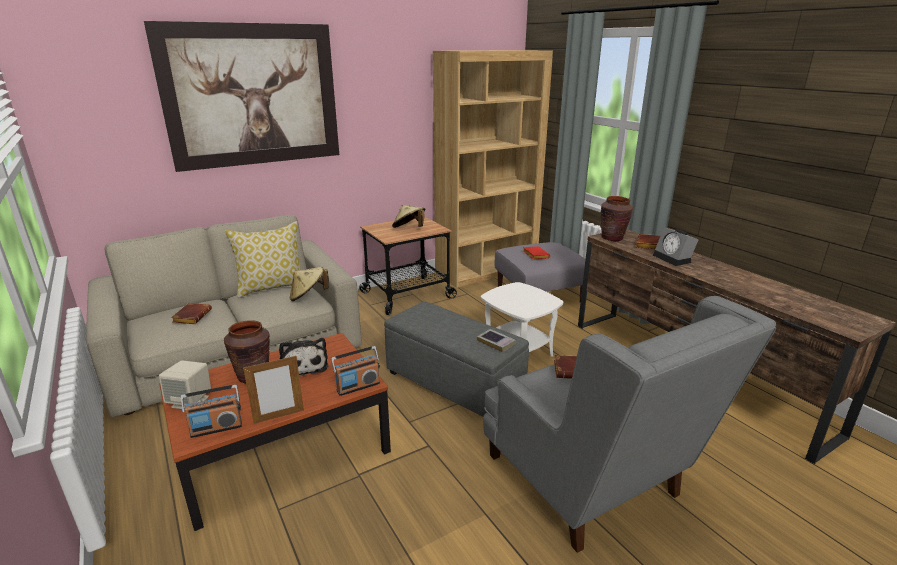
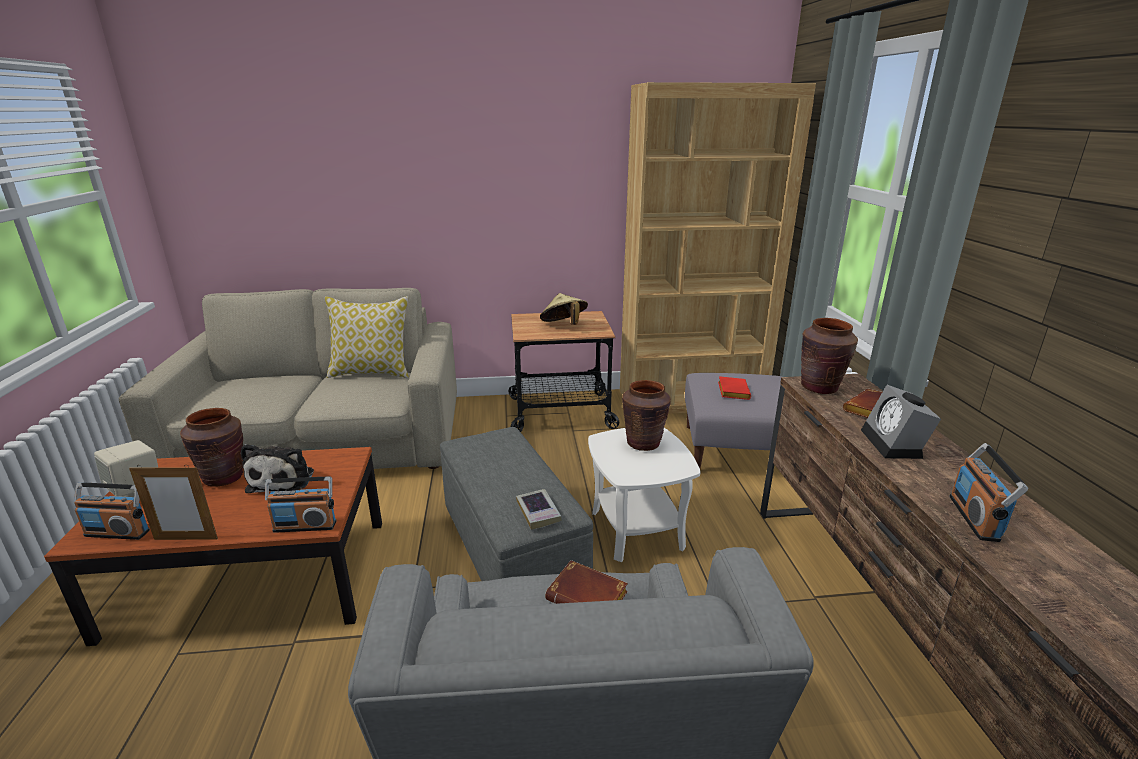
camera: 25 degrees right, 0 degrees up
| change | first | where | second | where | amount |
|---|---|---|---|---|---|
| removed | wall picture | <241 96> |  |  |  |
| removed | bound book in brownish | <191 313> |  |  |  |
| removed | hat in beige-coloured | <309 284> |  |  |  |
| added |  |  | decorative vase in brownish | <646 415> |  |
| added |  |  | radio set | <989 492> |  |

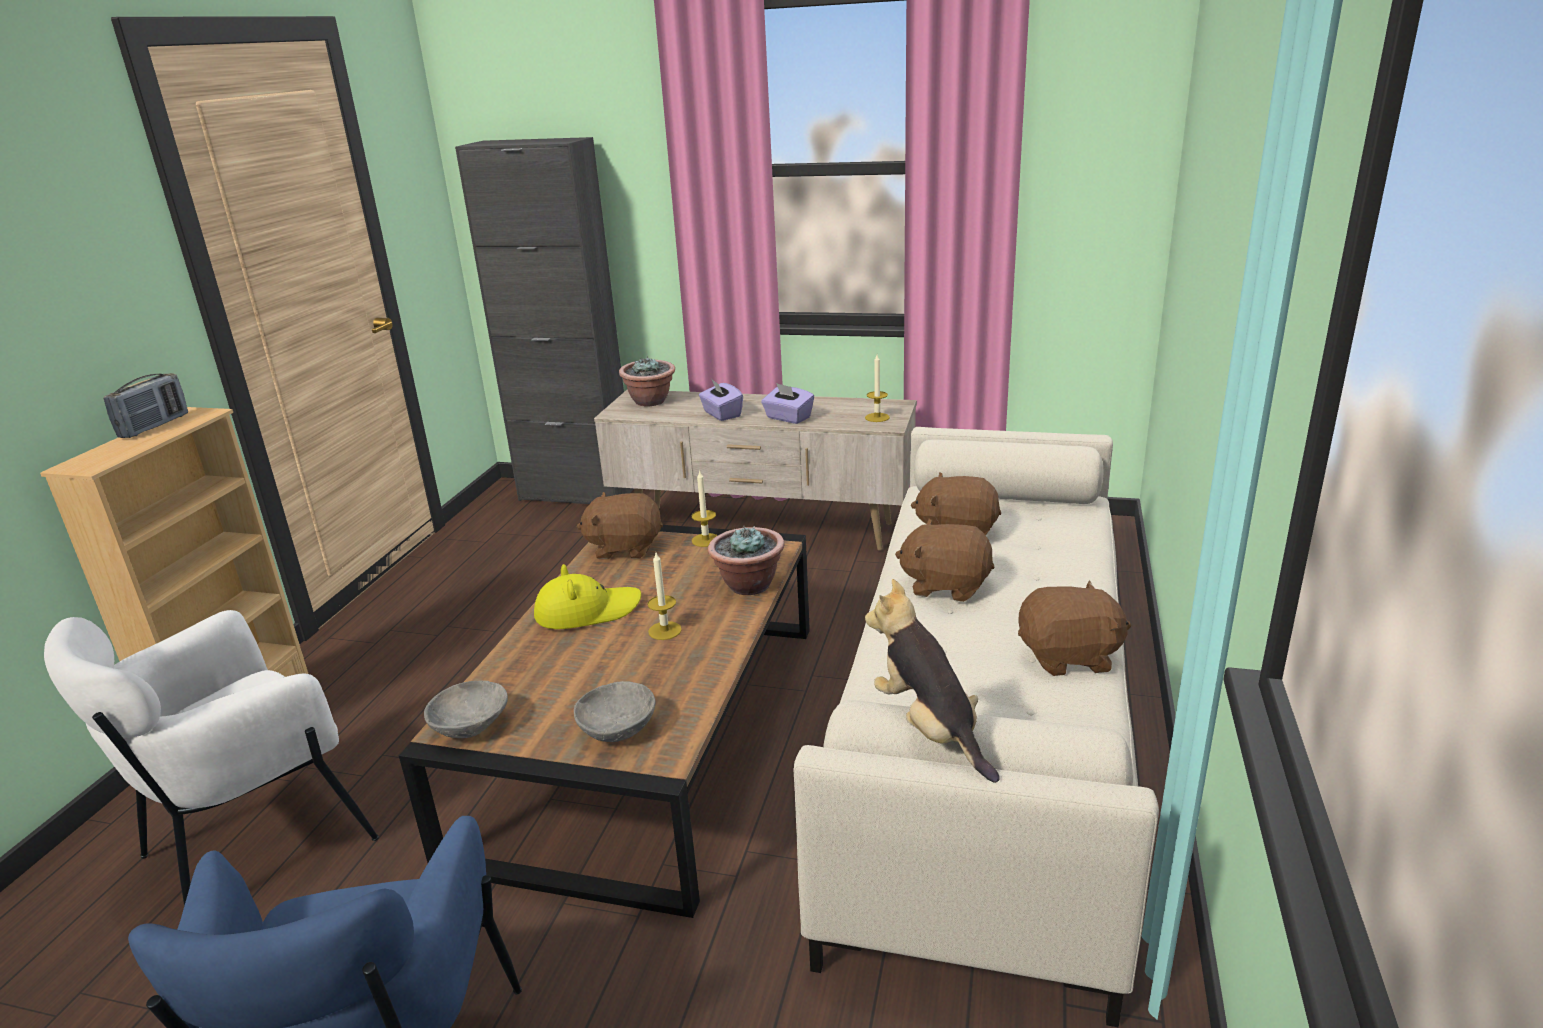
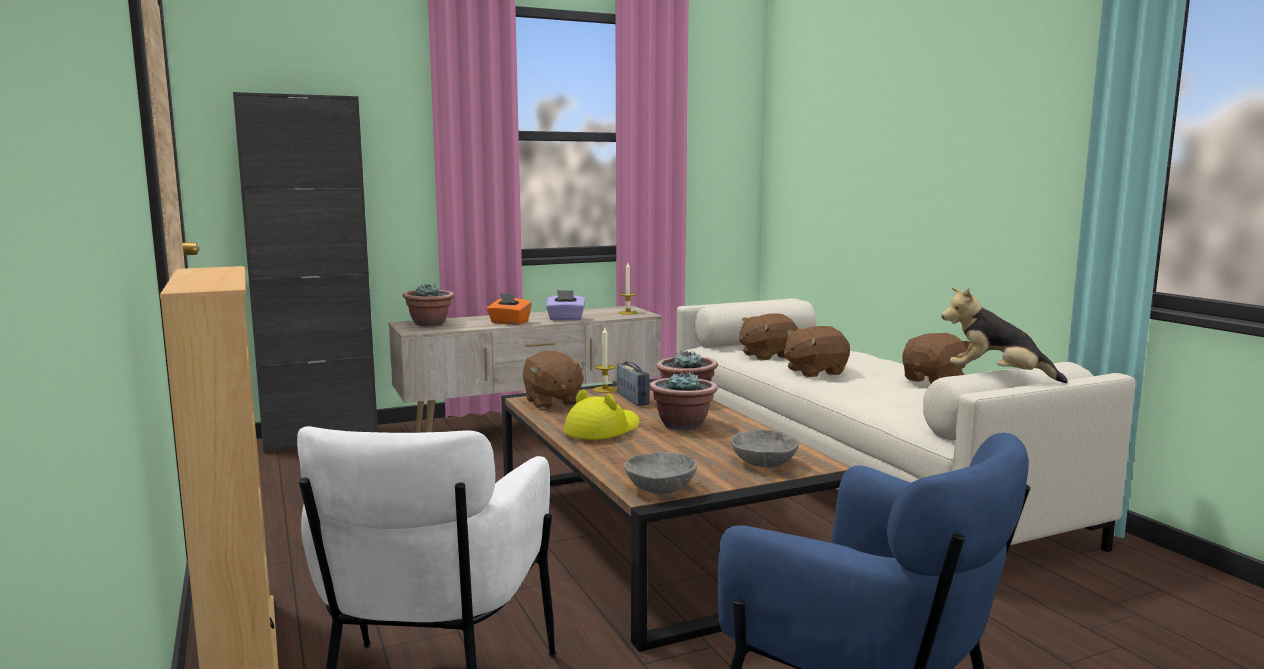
camera: 40 degrees left, 15 degrees down
| change | first | where | second | where | amount |
|---|---|---|---|---|---|
| moved | radio set | <145 405> |  | <633 384> |  |
| replaced | wax candle | <664 596> | potted plant | <683 400> |  |
| recoloured | box of tissues in purplish | <721 400> | box of tissues in orange-coloured | <509 309> |  |
| turned | soft toy in brownish | <620 525> |  | <554 380> | 75 degrees counterclockwise |

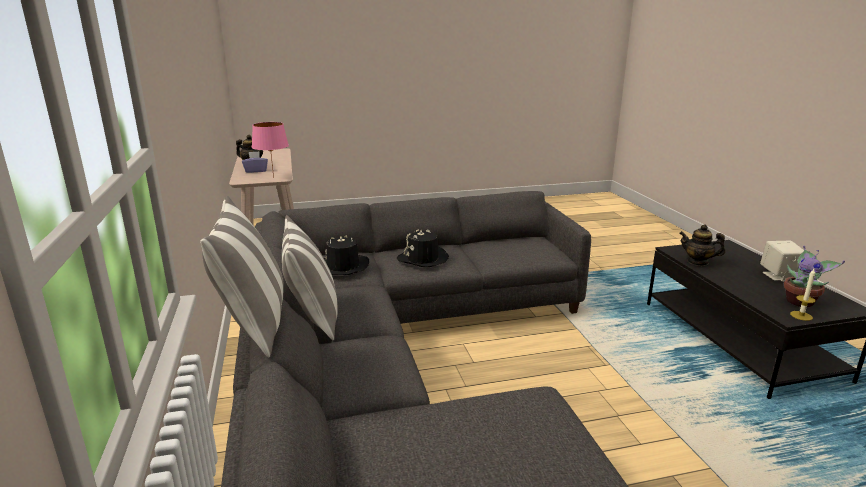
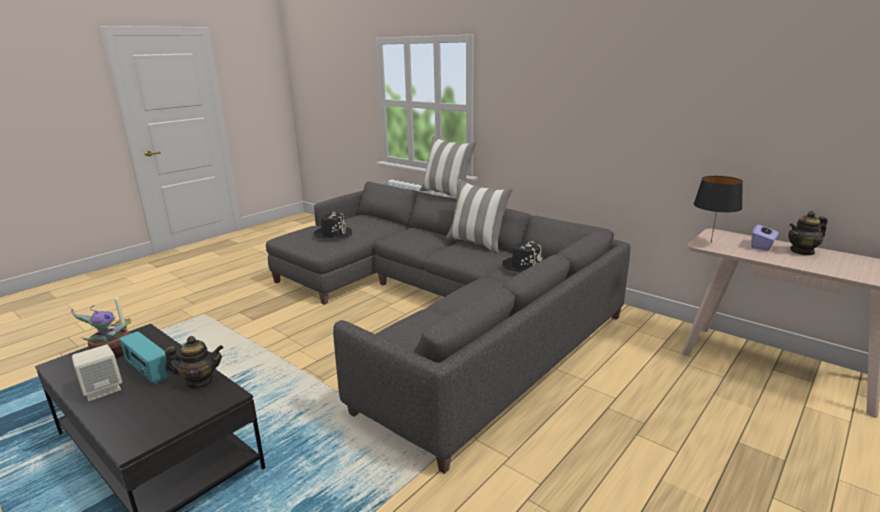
camera: 145 degrees right, 0 degrees up
| change | first | where | second | where | amount |
|---|---|---|---|---|---|
| added |  |  | radio set | <144 357> |  |
| moved | hat in blackish | <423 248> |  | <332 225> |  |
| recoloured | lamp for a table in pinkish | <270 150> | lamp for a table in blackish | <718 209> |  |

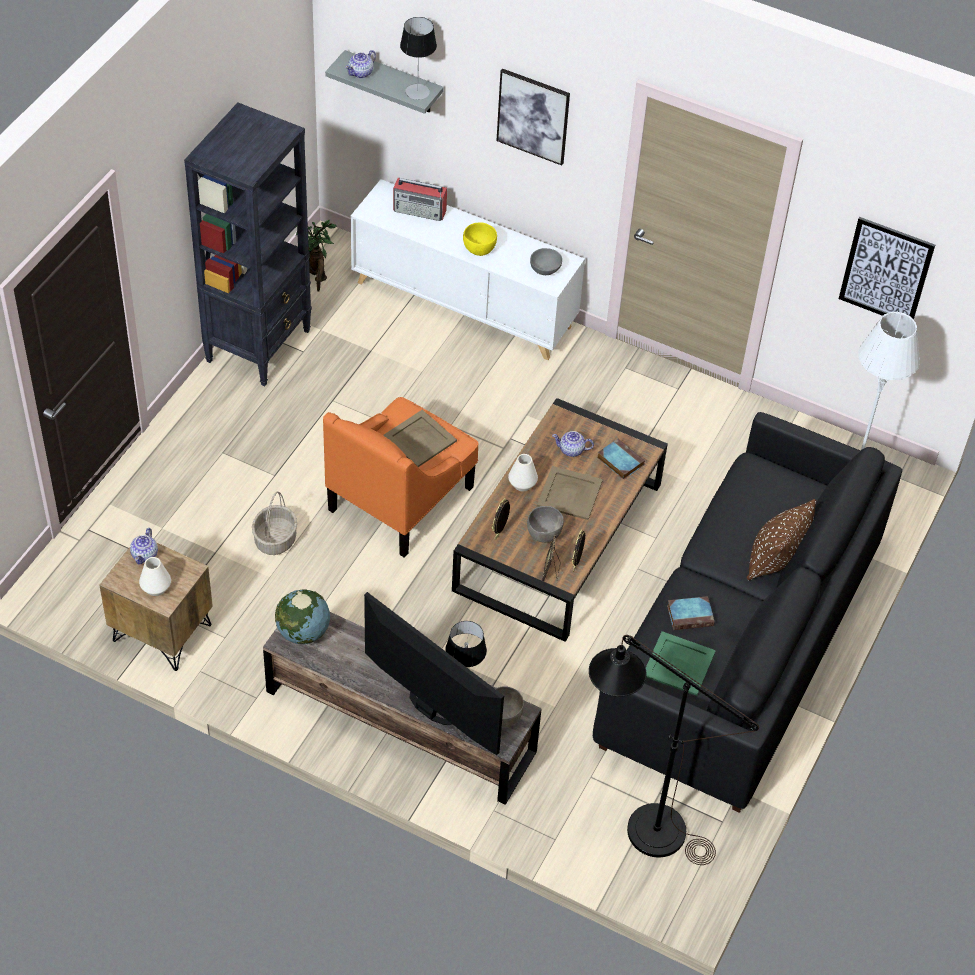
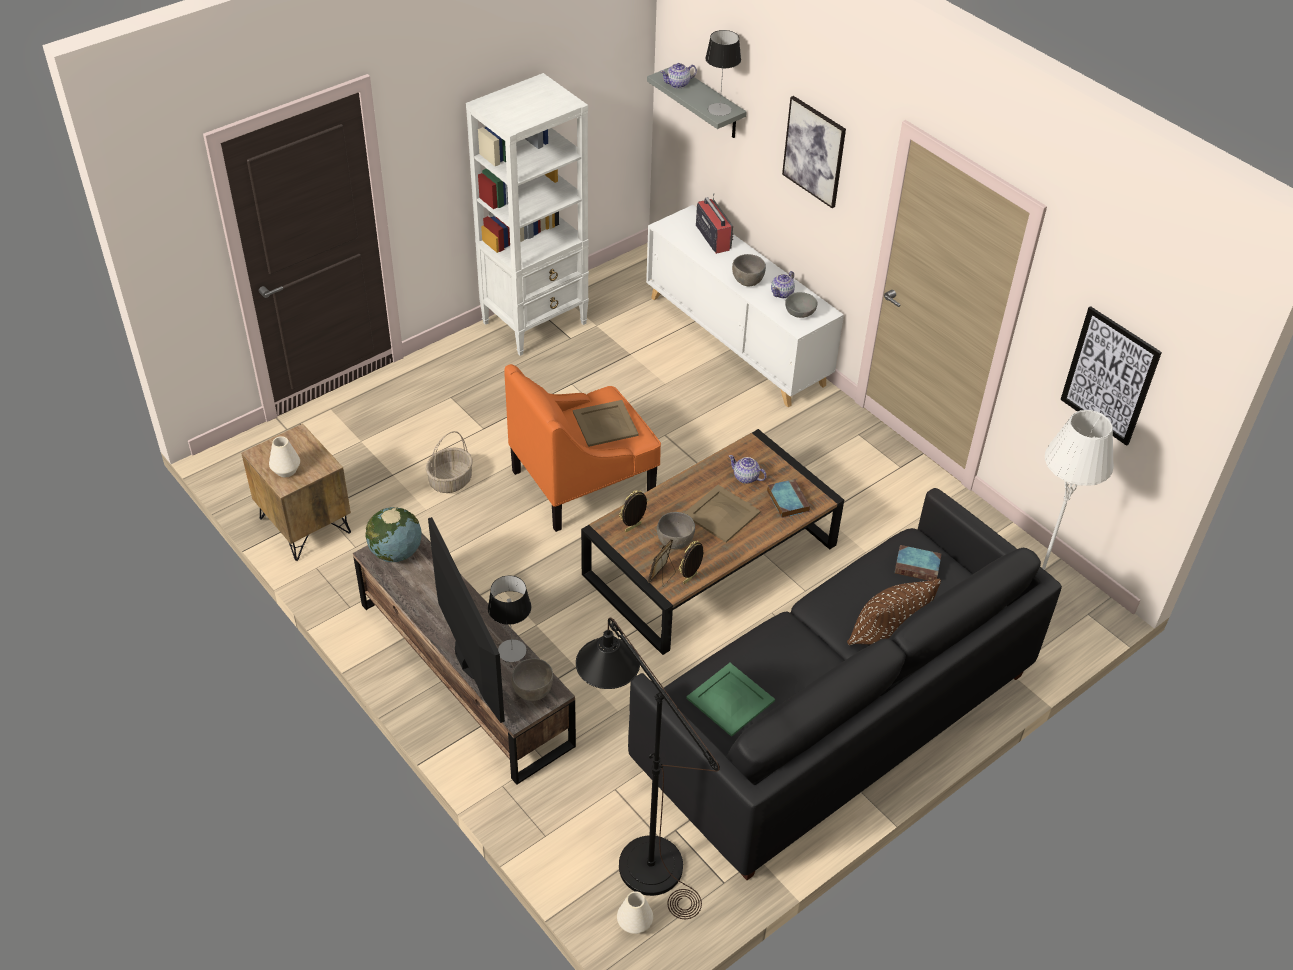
camera: 25 degrees right, 5 degrees down
| change | first | where | second | where | amount |
|---|---|---|---|---|---|
| removed | potted plant | <315 256> |  |  |  |
| moved | pot for tea | <144 546> |  | <783 284> |  |
| moved | decorative vase in white | <523 472> |  | <635 912> |  |
| moved | bound book | <691 613> |  | <918 563> |  |
| recoloured | bookcase in blackish | <248 244> | bookcase in white | <527 214> |  |
| recoloured | deep dish in yellowish | <480 239> | deep dish in grey | <749 270> |  |
| turned | radio set | <420 199> |  | <715 223> | 150 degrees counterclockwise |

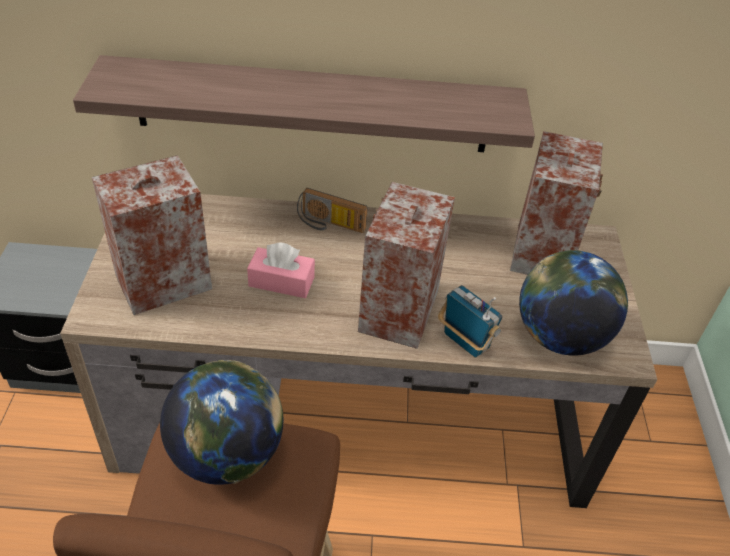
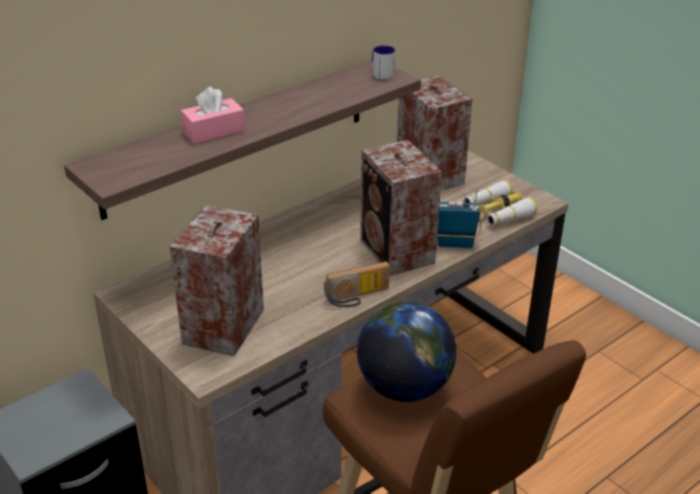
camera: 40 degrees left, 10 degrees down
| change | first | where | second | where | amount |
|---|---|---|---|---|---|
| added |  |  | coffee mug | <383 62> |  |
| moved | box of tissues in pinkish | <281 270> |  | <213 115> |  |
| moved | radio set | <332 210> |  | <357 284> |  |
| replaced | world globe | <573 303> | binoculars | <500 203> |  |

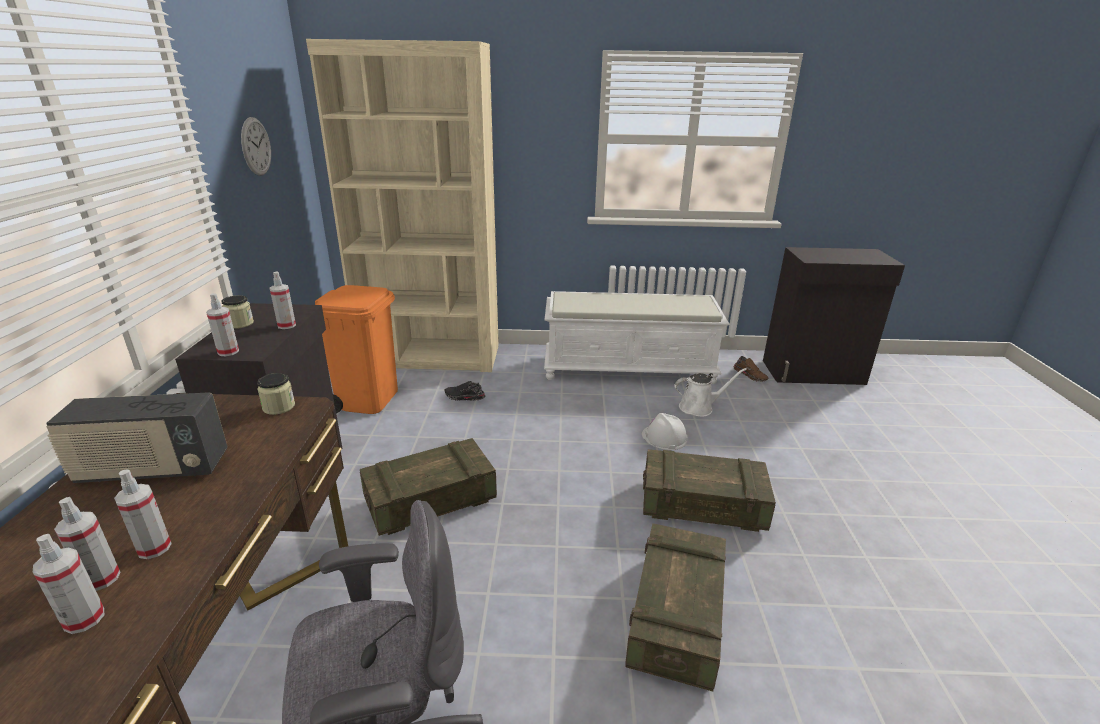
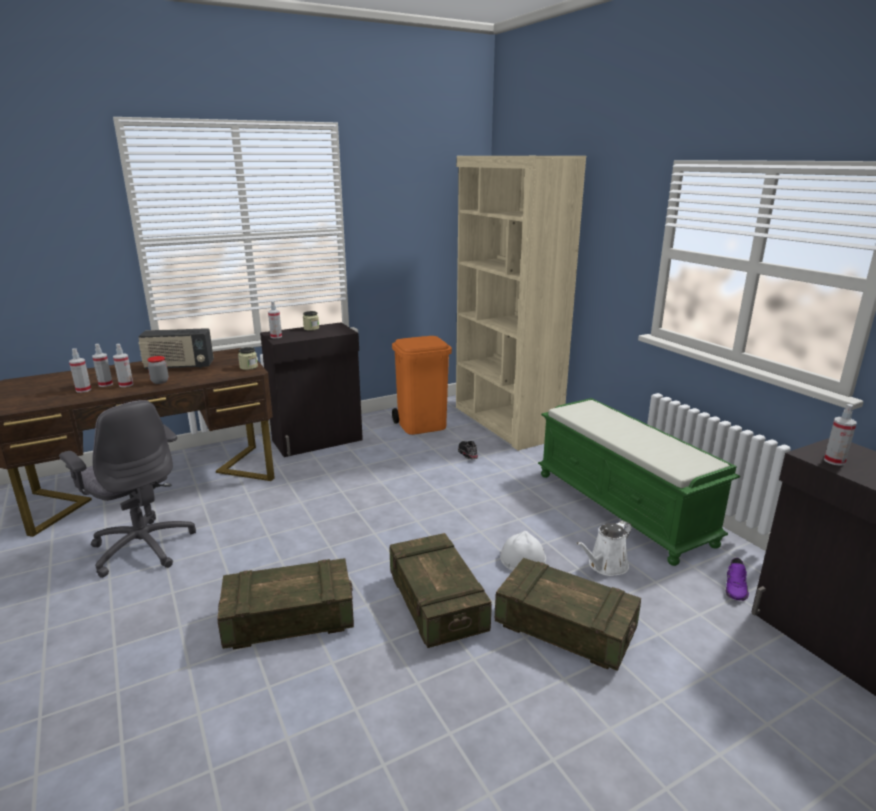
camera: 60 degrees right, 5 degrees down
| change | first | where | second | where | amount |
|---|---|---|---|---|---|
| removed | wall clock | <256 146> |  |  |  |
| added |  |  | preserve jar | <158 370> |  |
| moved | hand sprayer | <283 300> |  | <840 435> |  |
| moved | packing crate | <428 487> |  | <568 614> |  |
| recoloured | indoor bench in white | <637 337> | indoor bench in green-coloured | <639 482> |  |
| recoloured | item of footwear in brownish | <751 369> | item of footwear in purplish | <737 579> |  |
| turned | radio set | <137 437> |  | <176 348> | 60 degrees counterclockwise |
| turned | watering pot in white | <711 392> |  | <604 548> | 90 degrees clockwise |

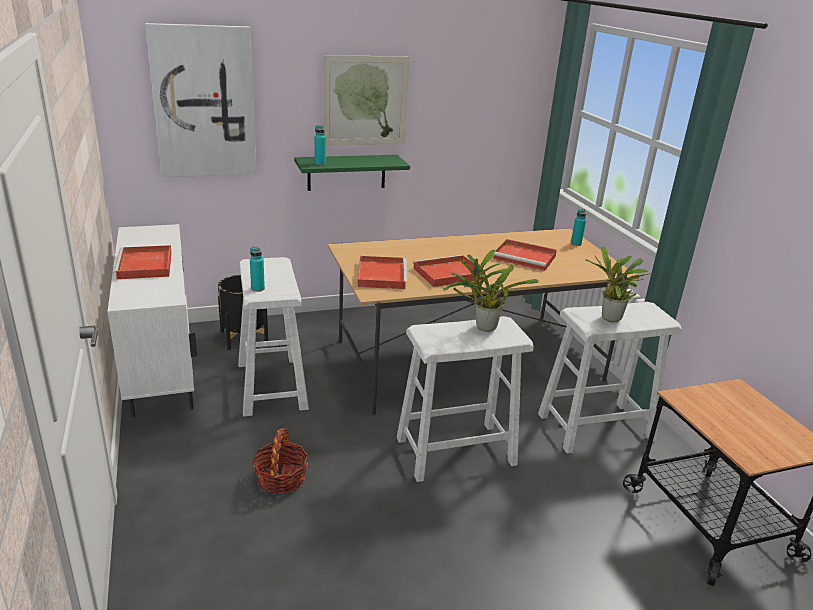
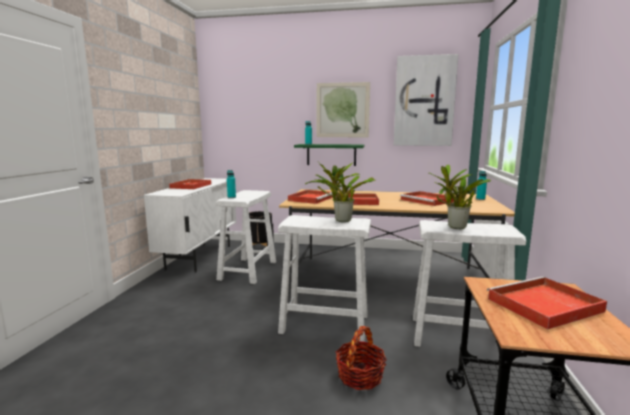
camera: 30 degrees right, 15 degrees down
| change | first | where | second | where | amount |
|---|---|---|---|---|---|
| added |  |  | tray in red | <547 303> |  |
| moved | wall picture | <201 100> |  | <426 100> |  |
| moved | household basket | <280 461> |  | <361 358> |  |

